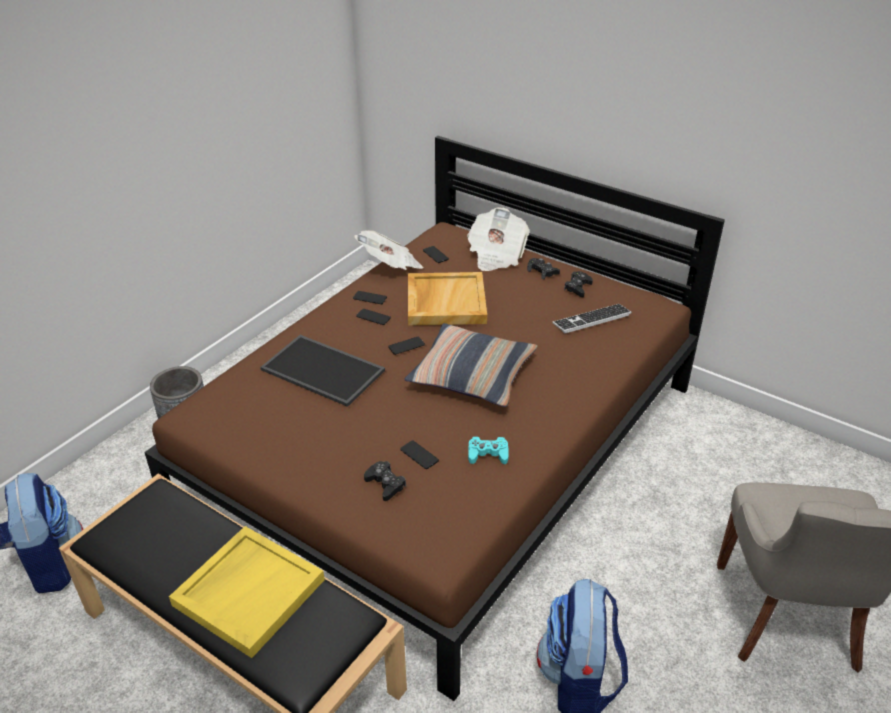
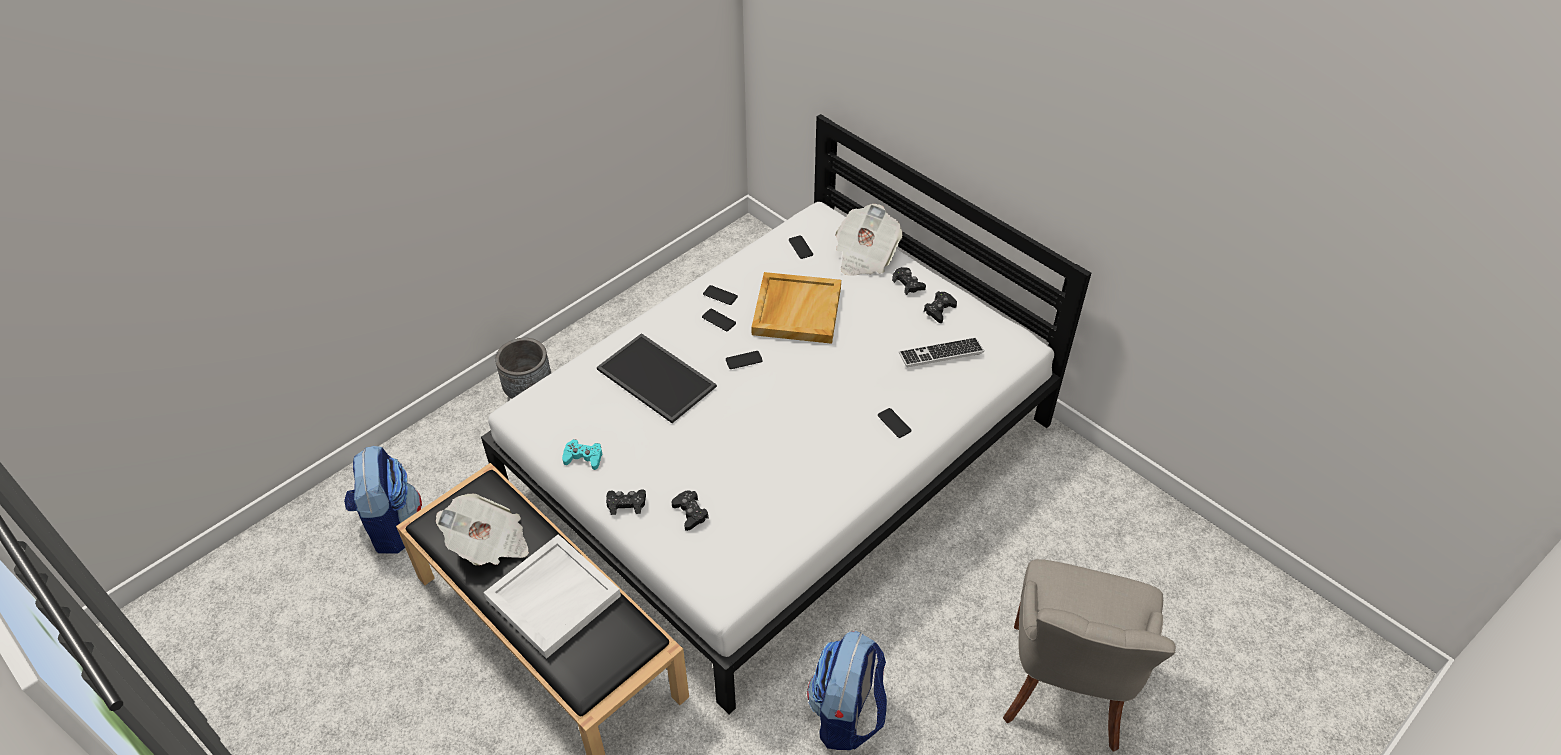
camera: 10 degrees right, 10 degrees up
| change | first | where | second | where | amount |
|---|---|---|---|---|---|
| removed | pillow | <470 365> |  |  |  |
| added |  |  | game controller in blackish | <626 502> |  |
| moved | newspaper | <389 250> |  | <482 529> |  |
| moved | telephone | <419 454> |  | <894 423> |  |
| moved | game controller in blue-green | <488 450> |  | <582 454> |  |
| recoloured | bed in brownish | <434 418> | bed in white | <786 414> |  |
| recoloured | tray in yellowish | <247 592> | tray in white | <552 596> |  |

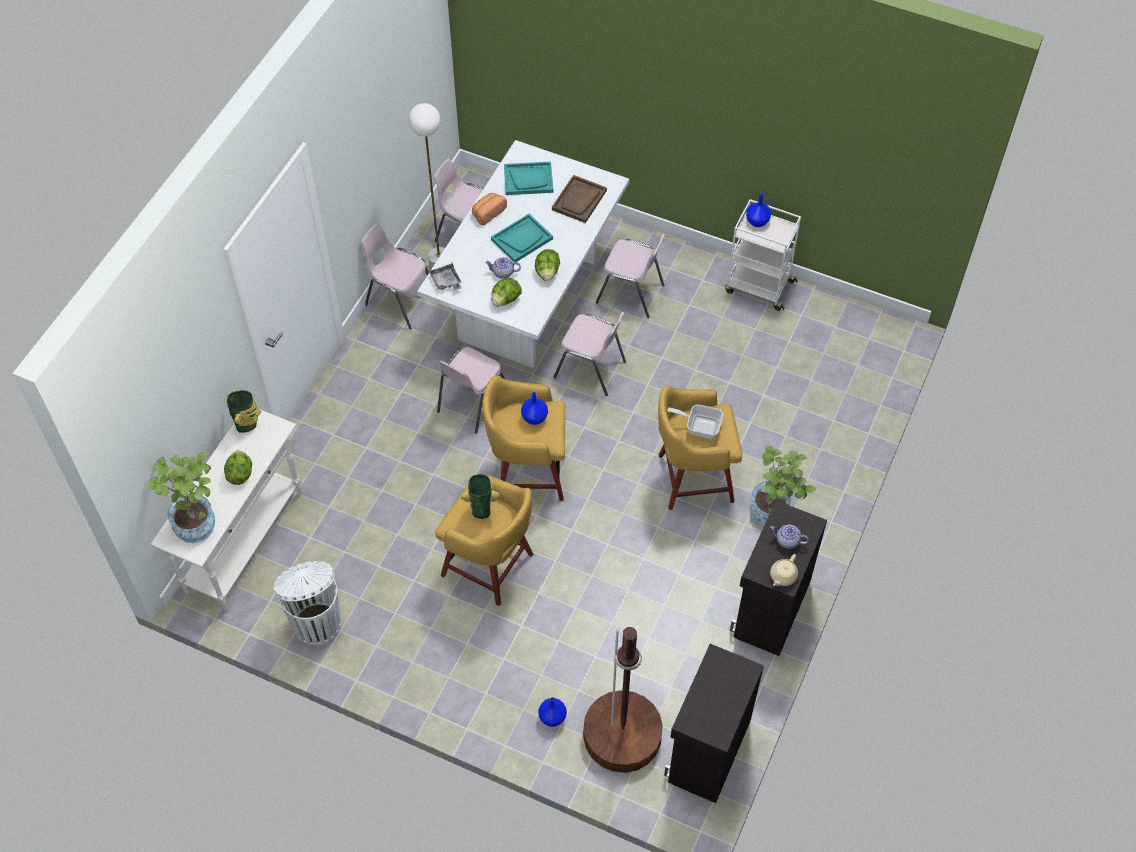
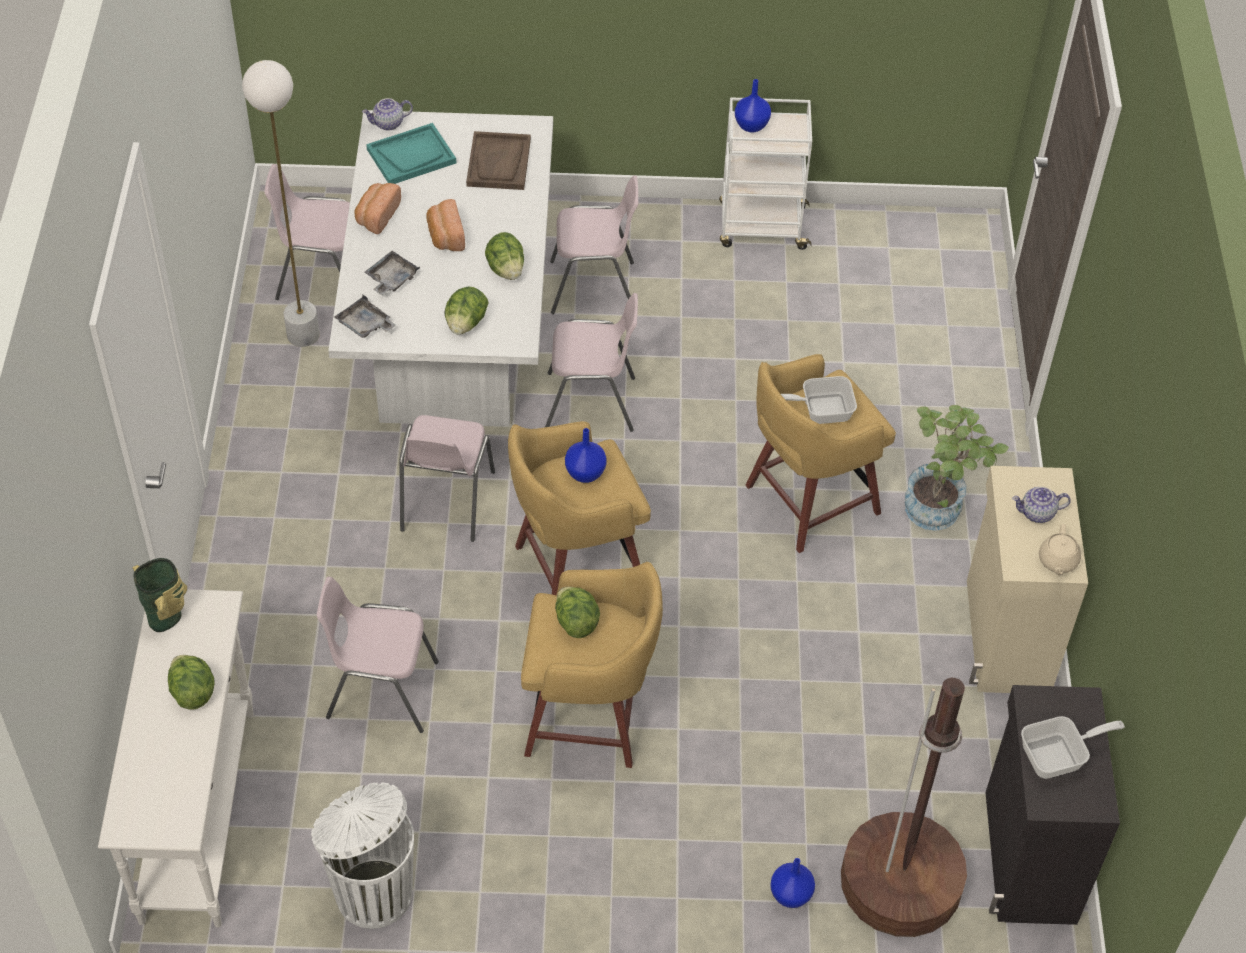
camera: 25 degrees left, 5 degrees down
| change | first | where | second | where | amount |
|---|---|---|---|---|---|
| removed | potted plant | <180 497> |  |  |  |
| added |  |  | tray in grey | <392 273> |  |
| added |  |  | frying pan | <1073 747> |  |
| moved | upright chair in pinkish | <395 276> |  | <378 655> |  |
| moved | pot for tea | <503 268> |  | <387 114> |  |
| replaced | decorative vase | <480 496> | lettuce head | <577 612> |  |
| replaced | tray in blue-green | <522 238> | bread | <445 225> |  |
| recoloured | cupboard in blackish | <778 578> | cupboard in beige-coloured | <1027 579> |  |

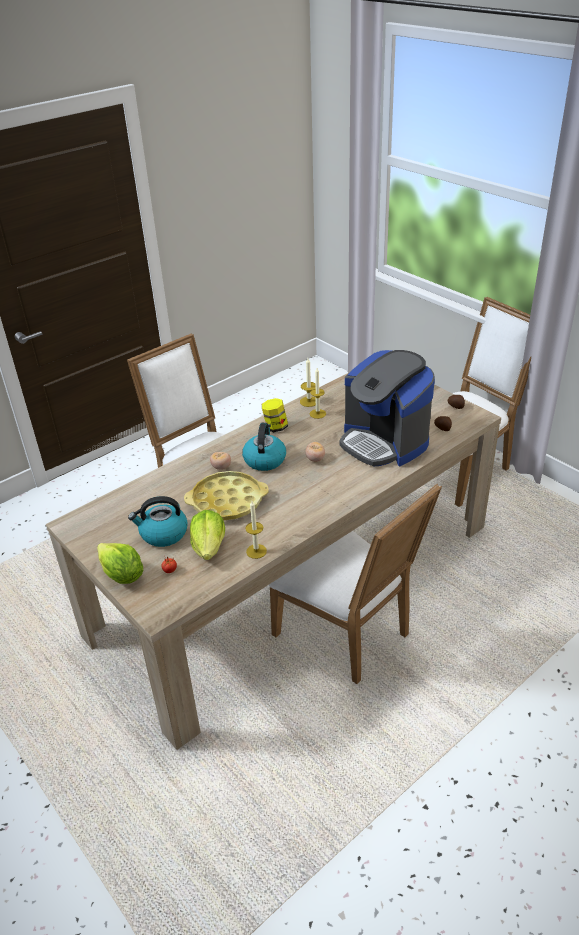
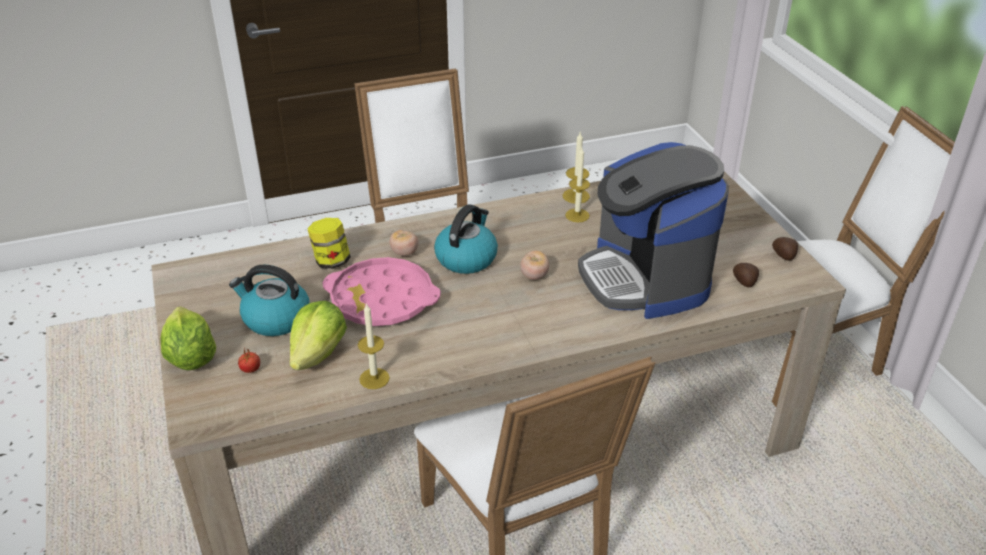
camera: 20 degrees right, 0 degrees up
| change | first | where | second | where | amount |
|---|---|---|---|---|---|
| moved | preserve jar | <275 415> |  | <329 243> |  |
| recoloured | tray in yellowish | <226 496> | tray in pinkish | <382 291> |  |

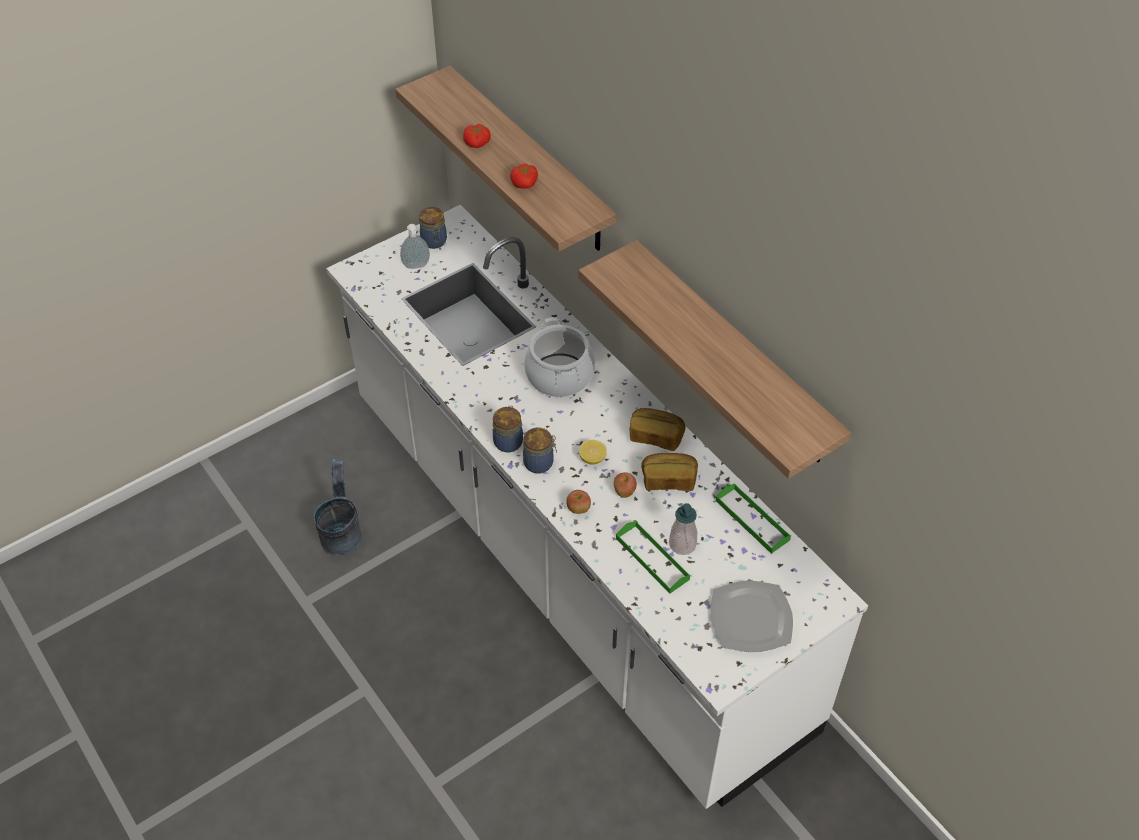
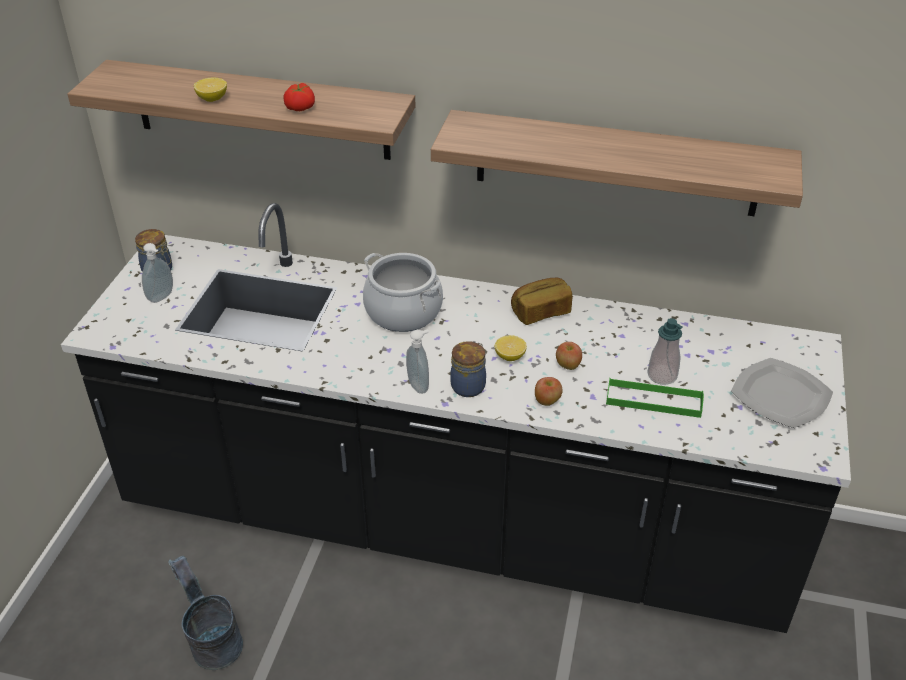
camera: 40 degrees left, 10 degrees down
| change | first | where | second | where | amount |
|---|---|---|---|---|---|
| removed | bread | <669 472> |  |  |  |
| removed | tray in green-coloured | <753 519> |  |  |  |
| replaced | fresh tomato | <477 136> | lemon | <210 90> |  |
| replaced | preserve jar | <508 429> | soap bottle | <417 361> |  |
| recoloured | kitchen counter in white | <597 507> | kitchen counter in blackish | <456 418> |  |

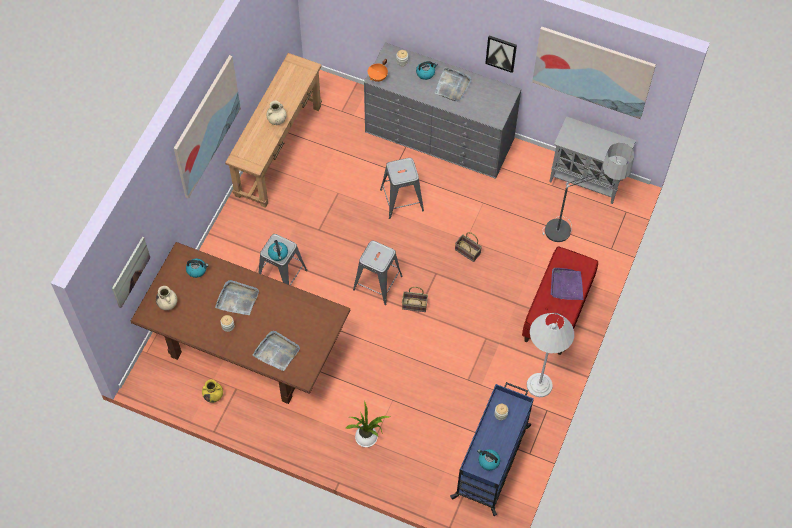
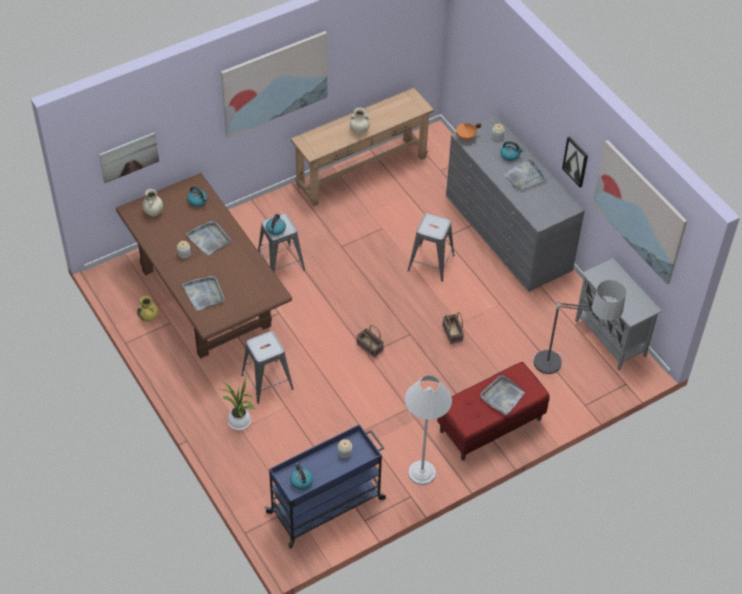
camera: 35 degrees right, 10 degrees down
| change | first | where | second | where | amount |
|---|---|---|---|---|---|
| moved | stool seat in grey | <378 273> |  | <267 367> |  |
| recoloured | tray in purplish | <567 284> | tray in grey | <502 395> |  |

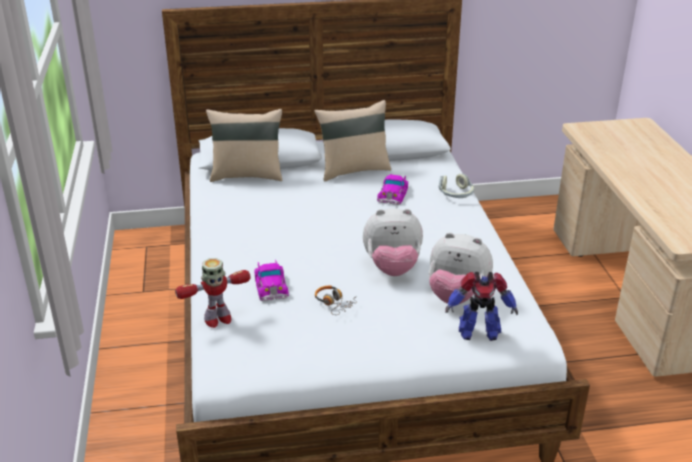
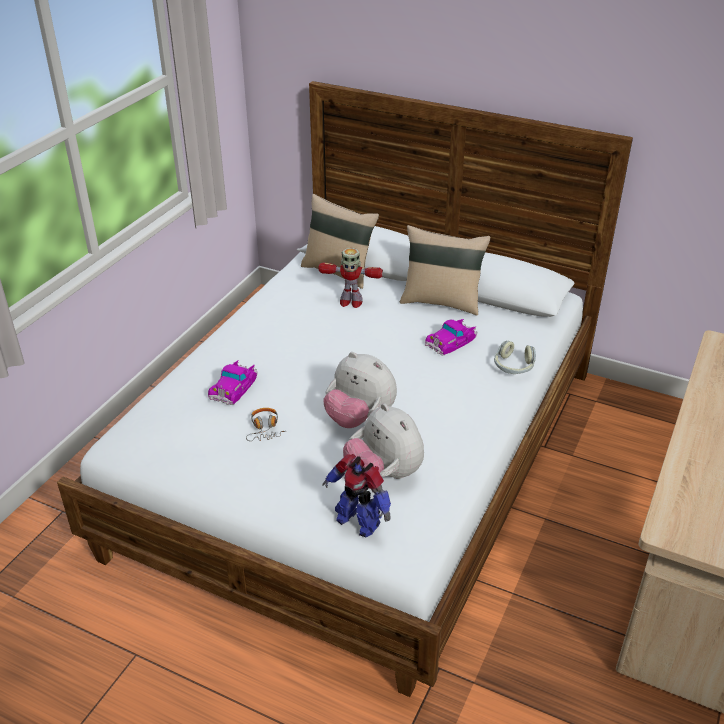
camera: 35 degrees right, 5 degrees up
| change | first | where | second | where | amount |
|---|---|---|---|---|---|
| moved | toy robot | <213 293> |  | <350 278> |  |

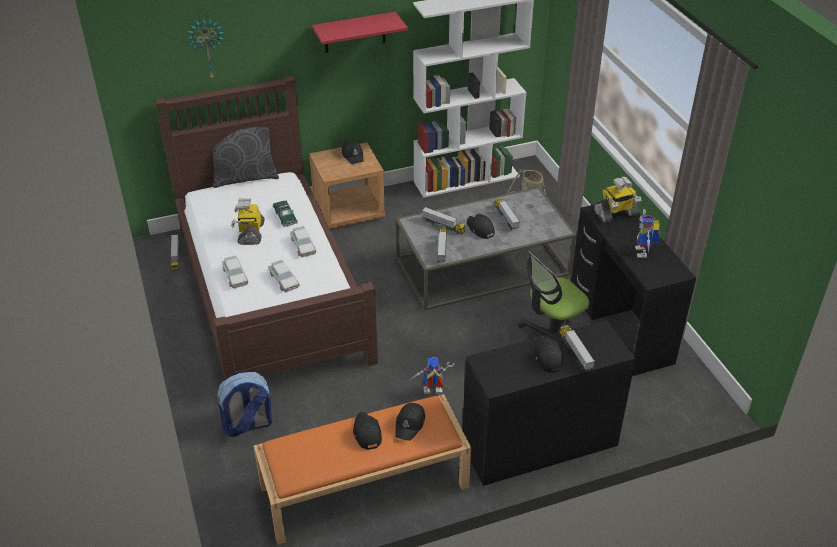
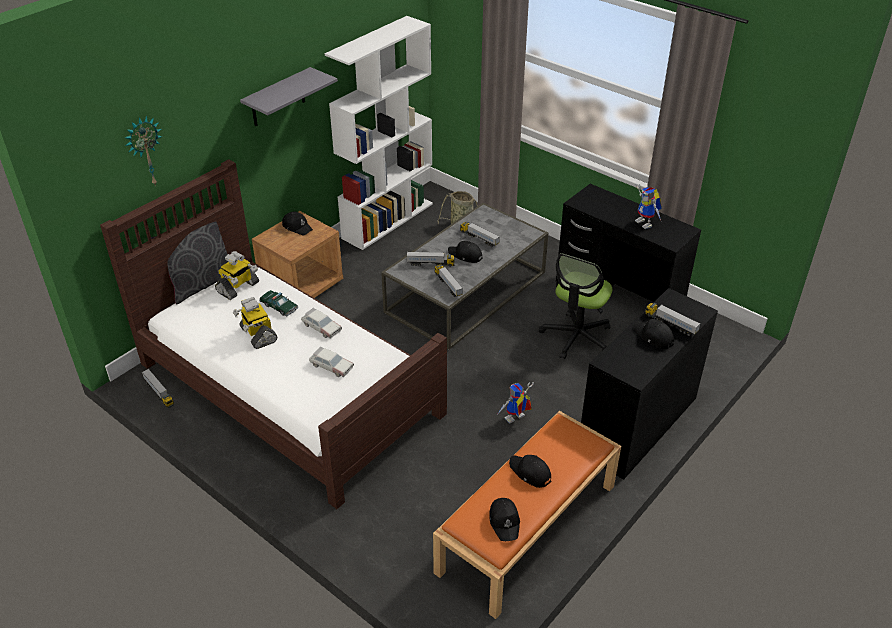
camera: 30 degrees left, 0 degrees up
| change | first | where | second | where | amount |
|---|---|---|---|---|---|
| removed | knapsack | <244 404> |  |  |  |
| removed | miniature car | <235 272> |  |  |  |
| moved | peaked cap in blackish | <410 422> |  | <505 519> |  |
| moved | toy robot | <618 199> |  | <237 275> |  |
| recoloured | shelf in red | <360 32> | shelf in grey | <289 96> |  |

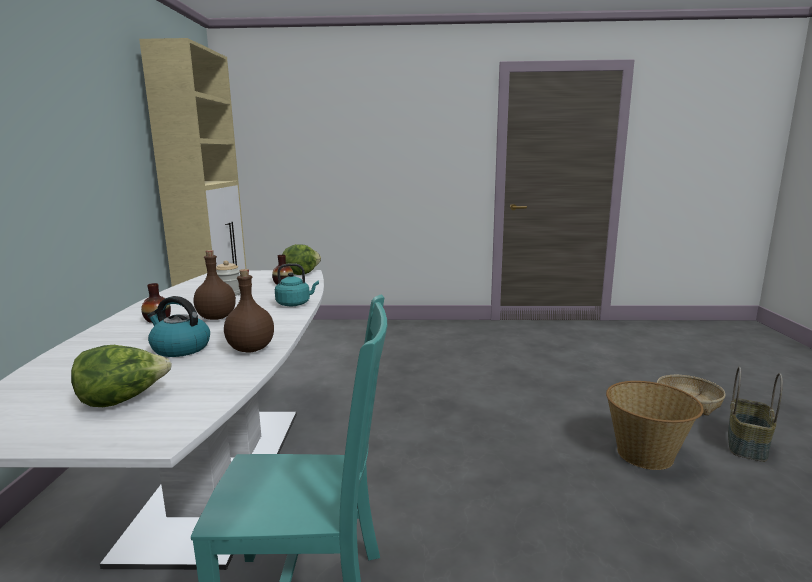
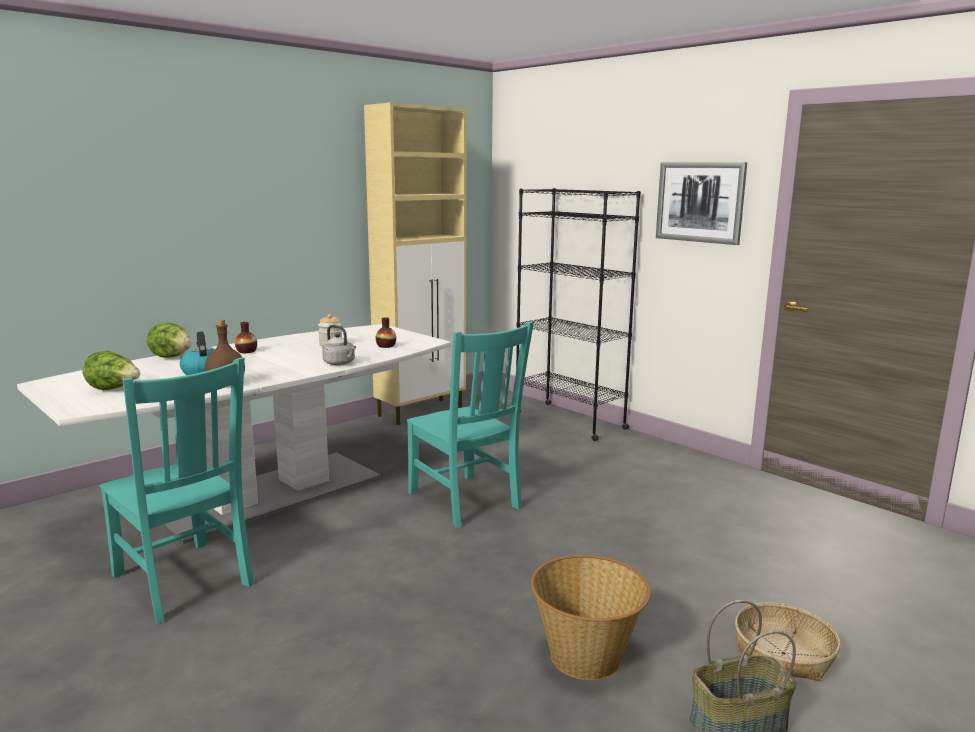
camera: 45 degrees right, 0 degrees up
| change | first | where | second | where | amount |
|---|---|---|---|---|---|
| removed | bottle in brownish | <215 285> |  |  |  |
| added |  |  | upright chair in blue-green | <470 425> |  |
| added |  |  | bookcase in blackish | <578 314> |  |
| added |  |  | wall picture | <701 203> |  |
| moved | lettuce head | <301 259> |  | <169 340> |  |
| recoloured | water kettle in blue-green | <297 284> | water kettle in grey | <339 345> |  |

